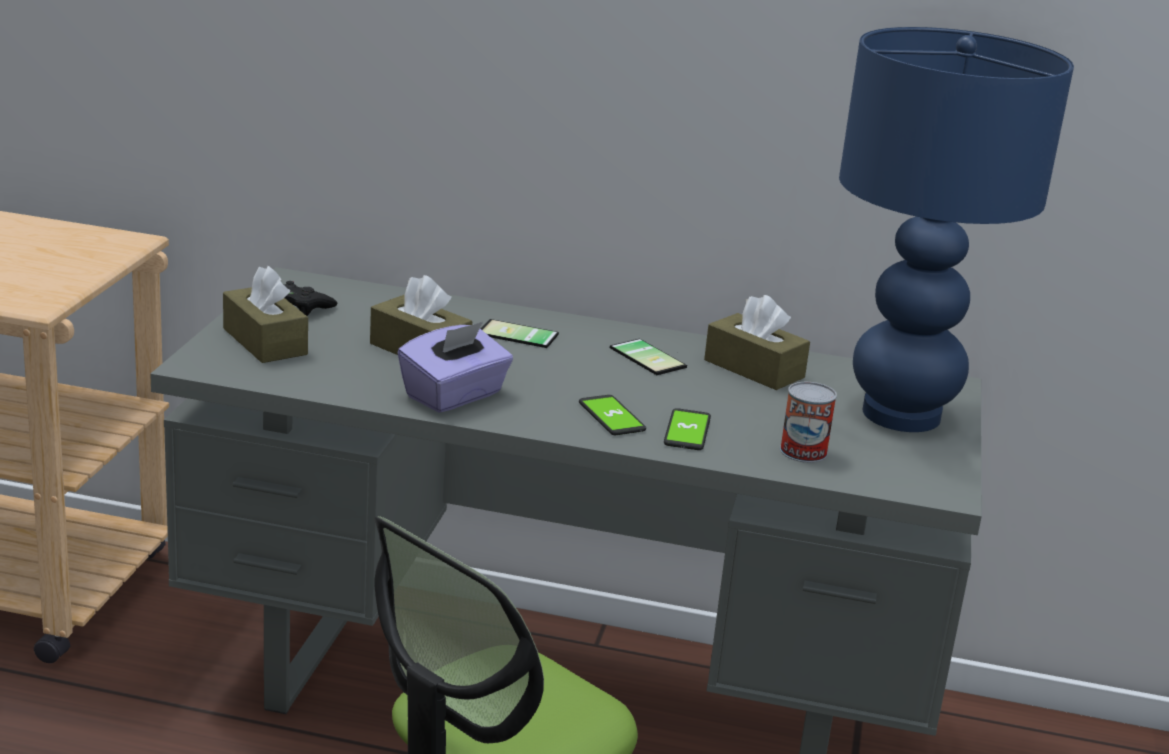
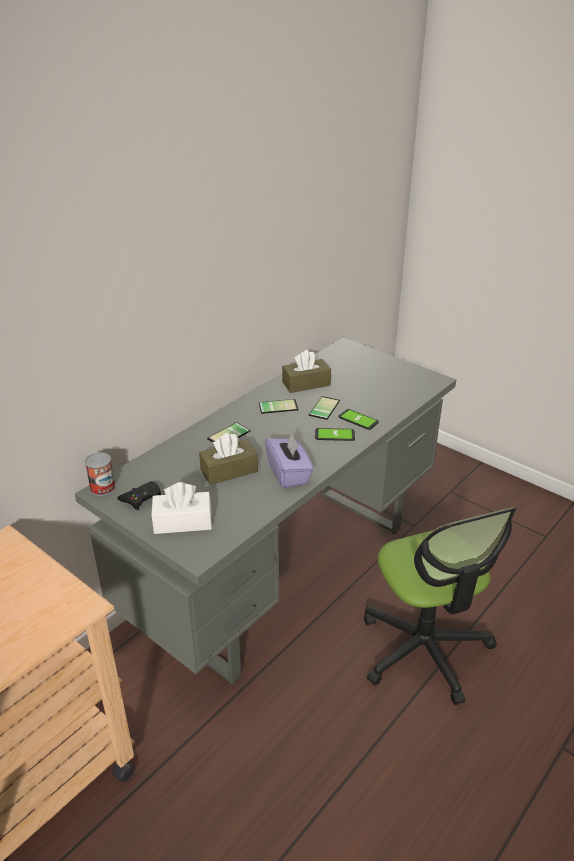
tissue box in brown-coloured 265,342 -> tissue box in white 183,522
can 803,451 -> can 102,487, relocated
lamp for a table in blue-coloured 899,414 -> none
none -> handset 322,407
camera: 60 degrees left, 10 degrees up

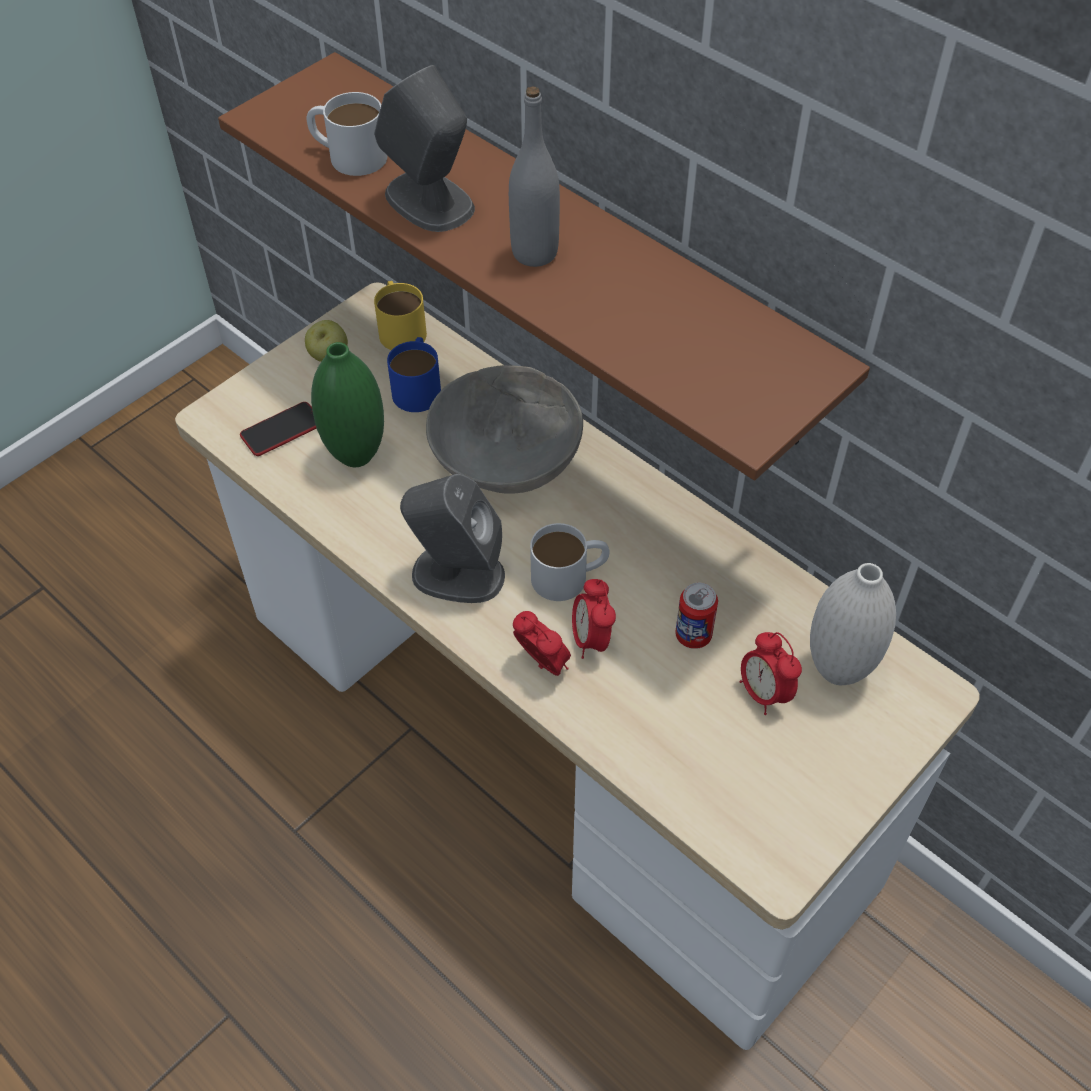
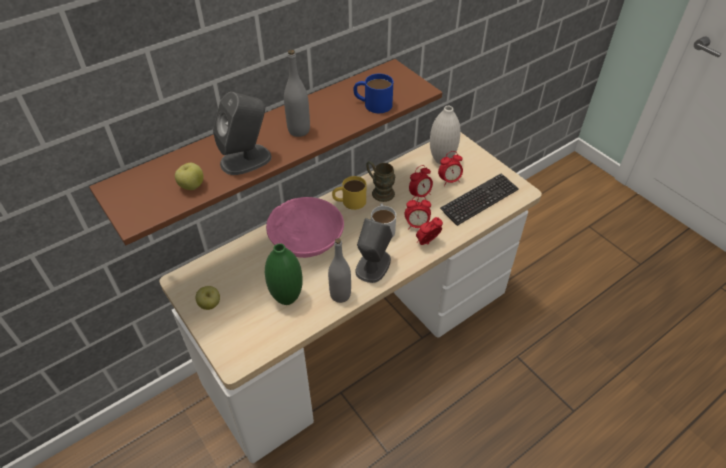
handset 281,430 -> none
tea mug in white 348,155 -> whole apple 192,186
tea mug in yellow-coloured 400,328 -> tea mug in yellow-coloured 349,201, relocated
tea mug in blue-coloured 418,386 -> tea mug in blue-coloured 372,104, relocated
bowl in gray 505,455 -> bowl in pink 306,240
can 693,635 -> bedside clock 420,195
none -> bottle in gray 340,295
none -> tea mug in brown-coloured 379,191
none -> computer keyboard 479,200
camera: 80 degrees left, 5 degrees down

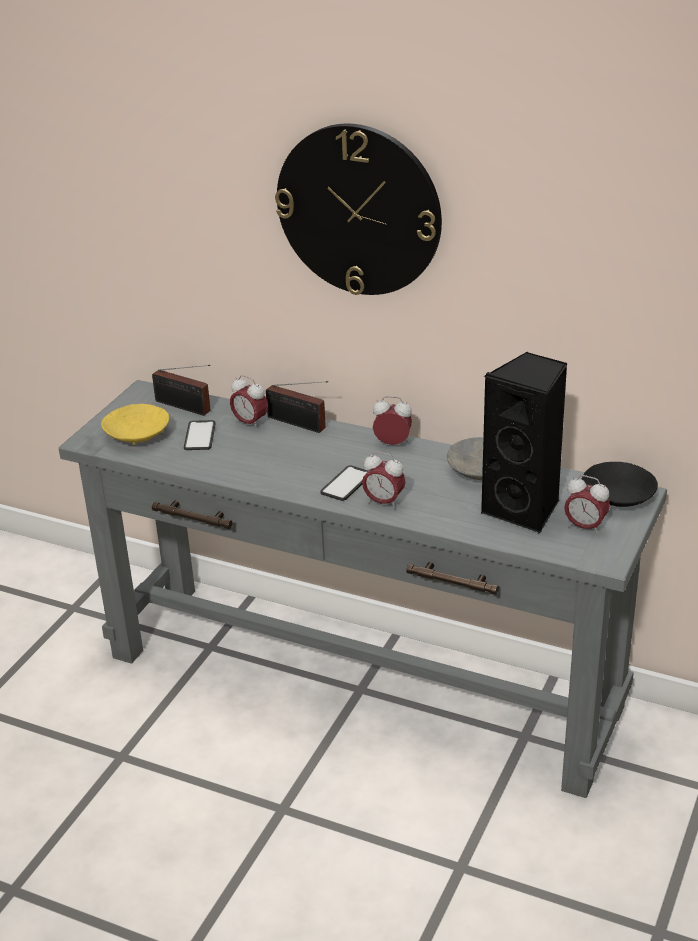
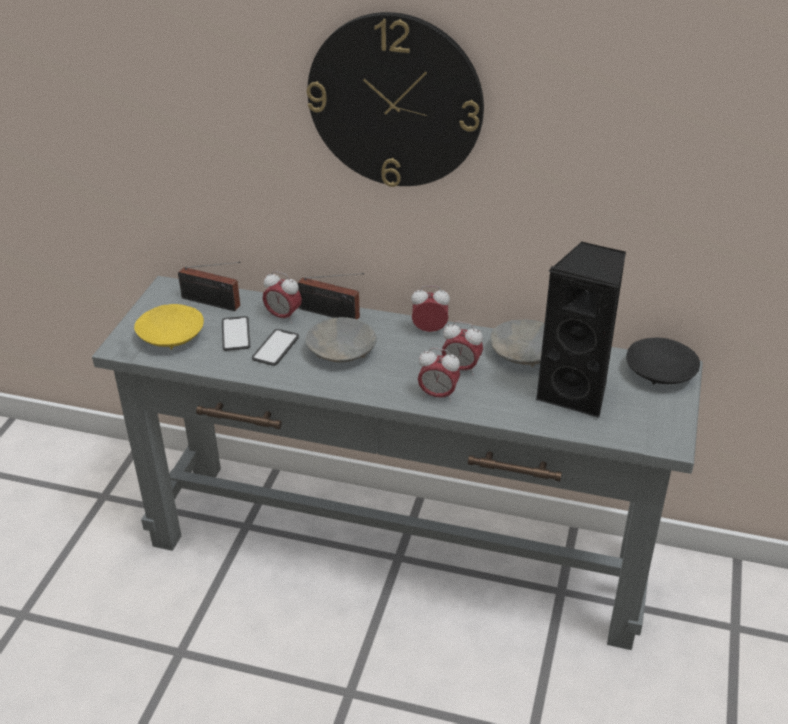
handset 346,484 -> handset 275,348, relocated
bedside clock 585,527 -> bedside clock 461,368, relocated
none -> bowl in gray 341,352
camera: 10 degrees left, 5 degrees up

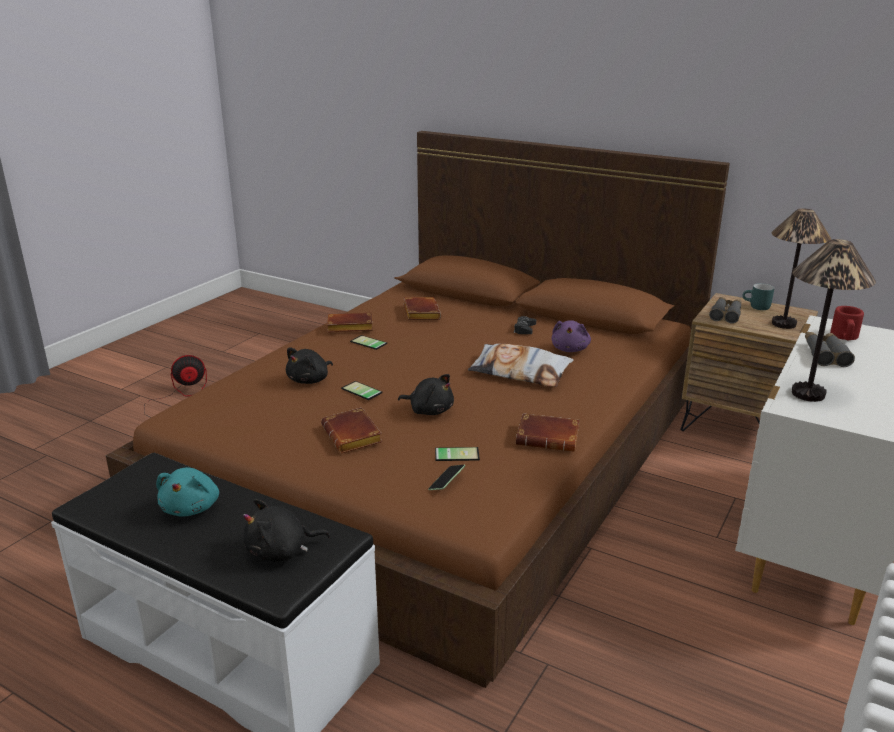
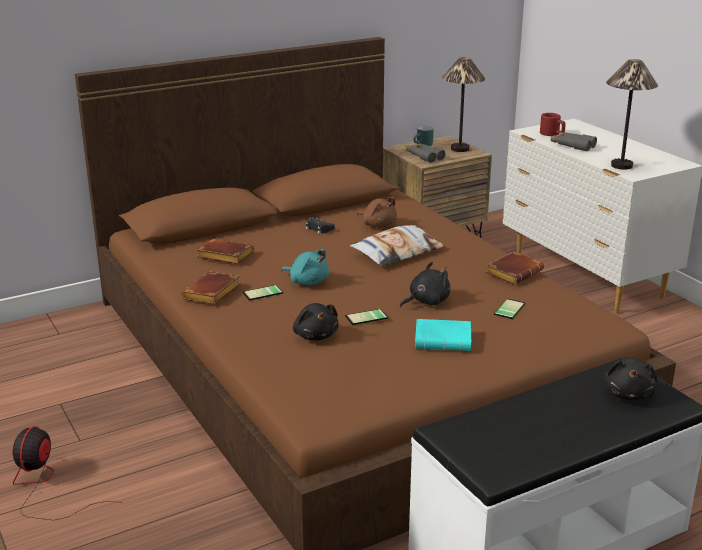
cuddly toy in blue-green 192,507 -> cuddly toy in blue-green 307,281, relocated
volume in brown-coloured 354,436 -> volume in blue-green 444,340
handset 446,483 -> none
cuddly toy in purplish 570,349 -> cuddly toy in brown-coloured 378,225
camera: 60 degrees left, 0 degrees up

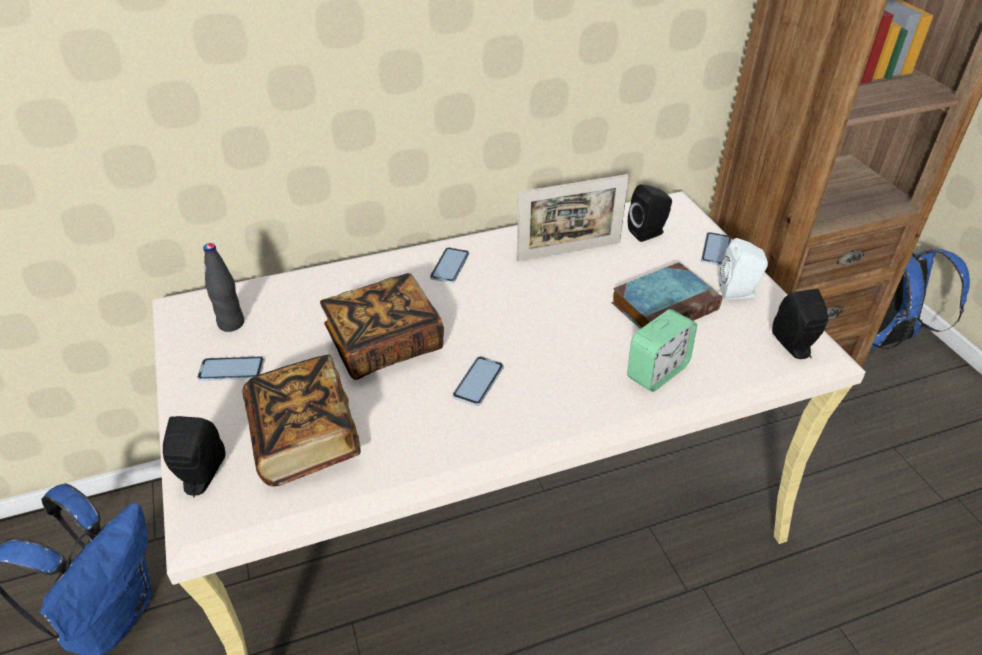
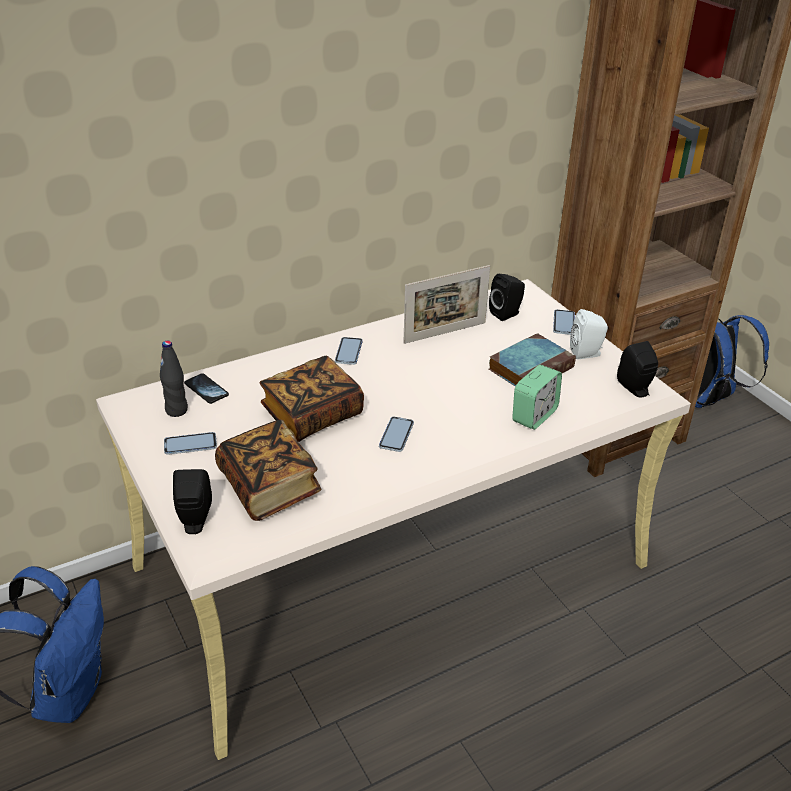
none -> handset 206,389
camera: 10 degrees left, 5 degrees down

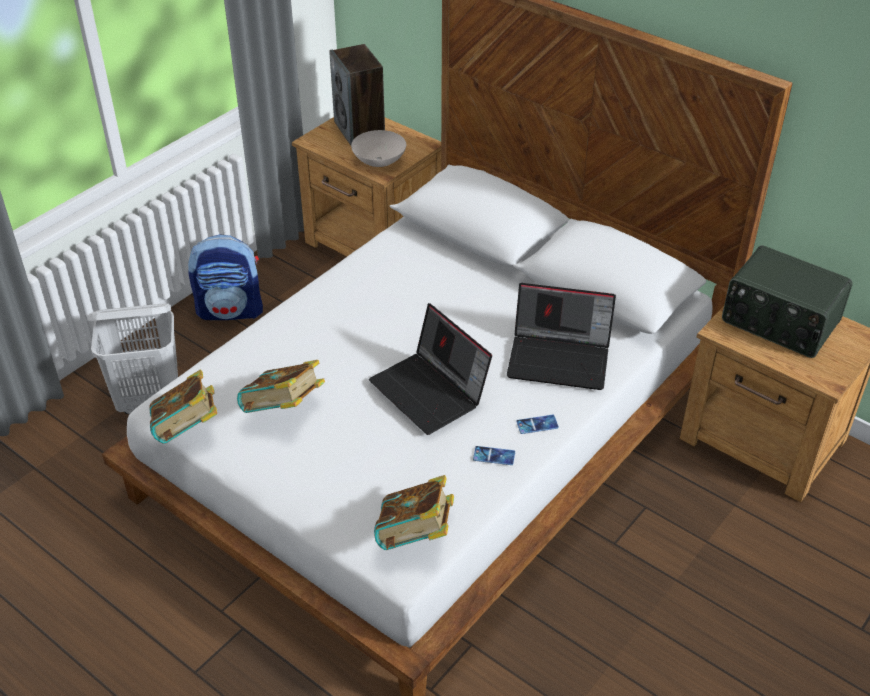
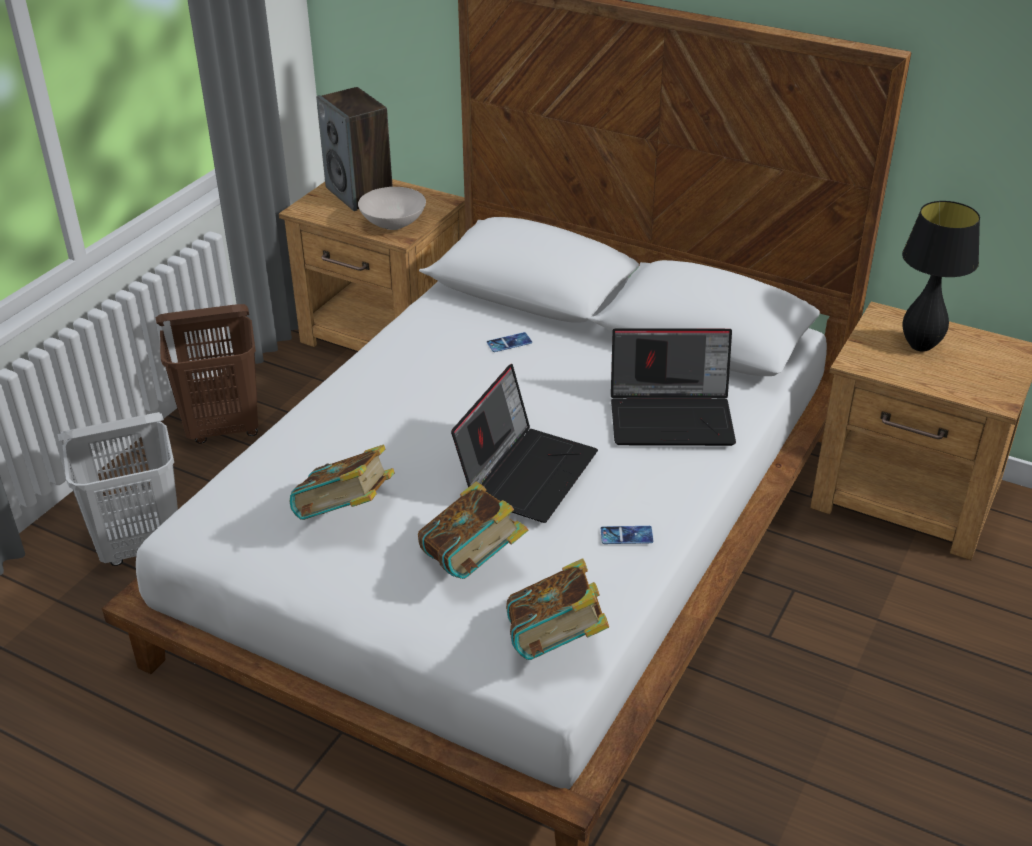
volume 187,430 -> volume 472,563, relocated
knapsack 231,310 -> laundry basket in brown-coloured 224,429
notebook computer 431,392 -> notebook computer 526,472, 105 degrees counterclockwise
handset 537,424 -> handset 509,343, relocated
radio 779,323 -> lamp for a table in black-coloured 920,346
camera: 10 degrees left, 5 degrees down

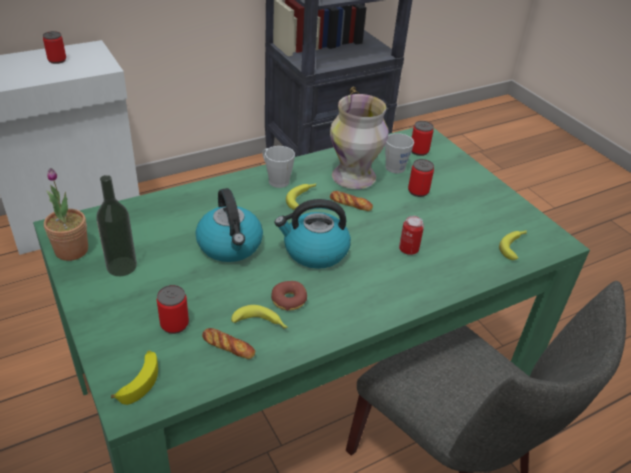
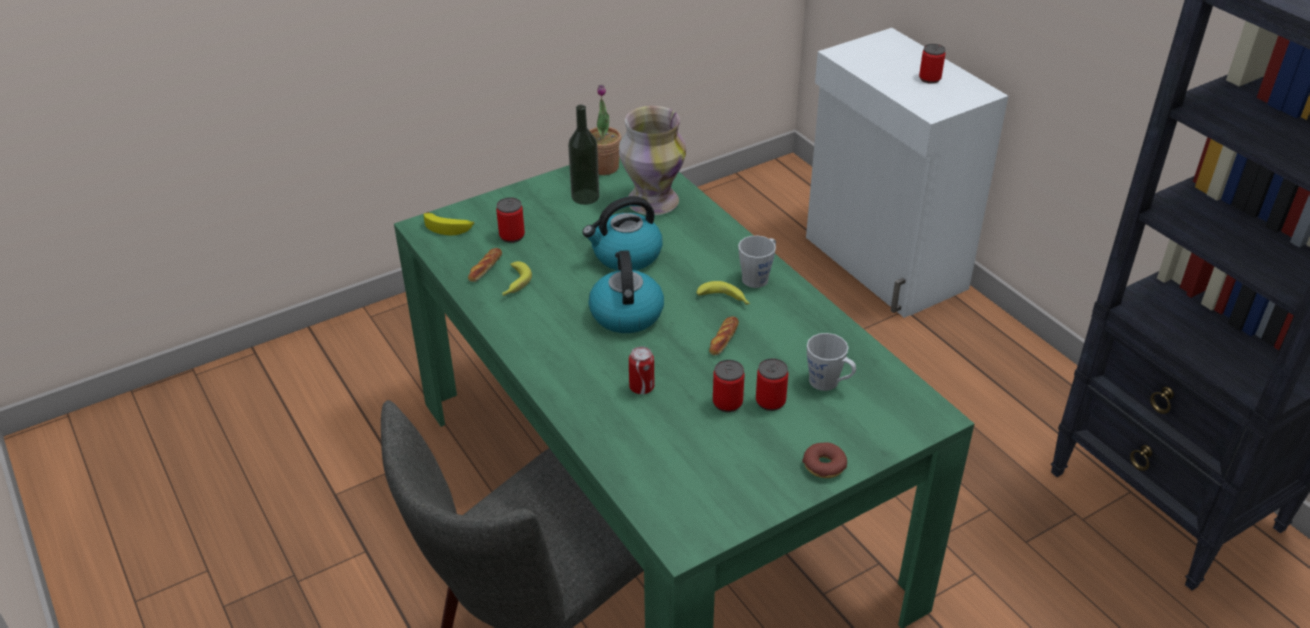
ring doughnut 289,300 -> ring doughnut 824,465, relocated
vase 353,178 -> vase 651,202, relocated
can 419,151 -> can 727,402, relocated
banana 514,246 -> none
camera: 90 degrees right, 0 degrees up

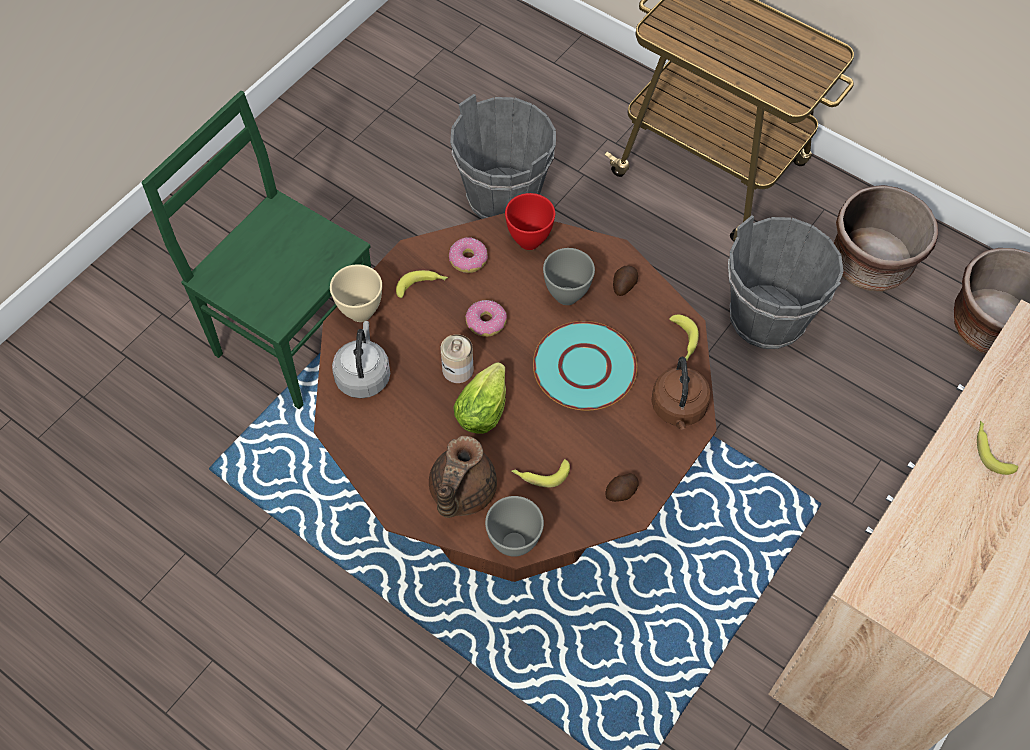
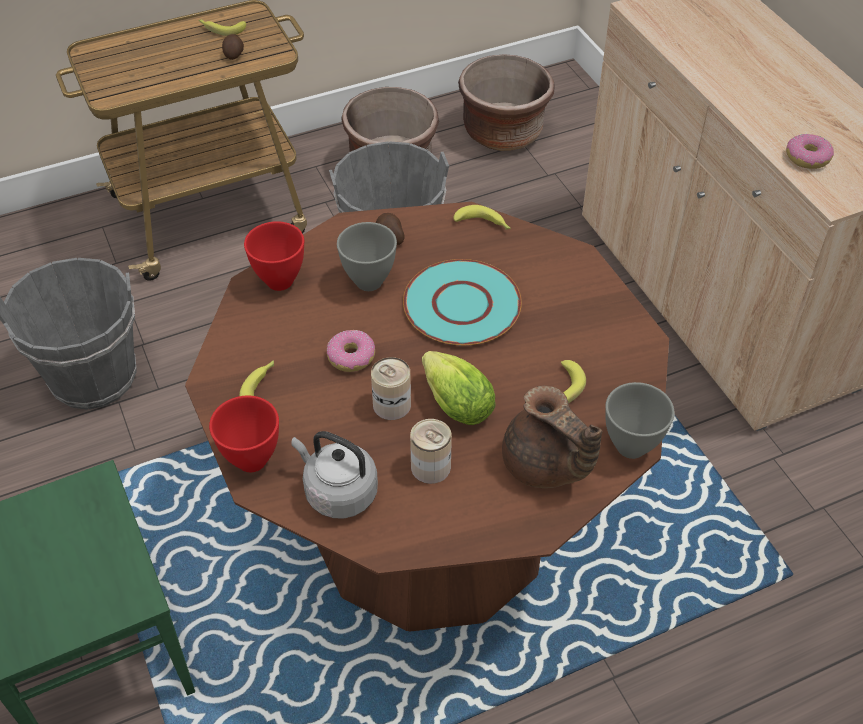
bowl in beige-coloured 359,313 -> bowl in red-coloured 251,461
ring doughnut 468,260 -> ring doughnut 807,158, relocated
spud 622,492 -> spud 234,54, relocated
tea kettle in brown-coloured 678,409 -> none
banana 991,450 -> banana 221,29, relocated
none -> can 430,467
camera: 60 degrees left, 10 degrees down

